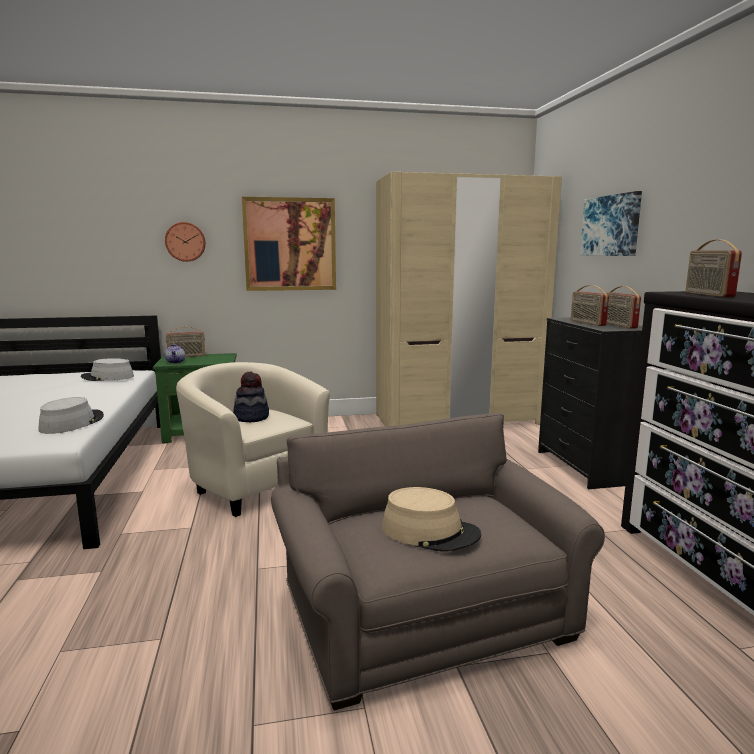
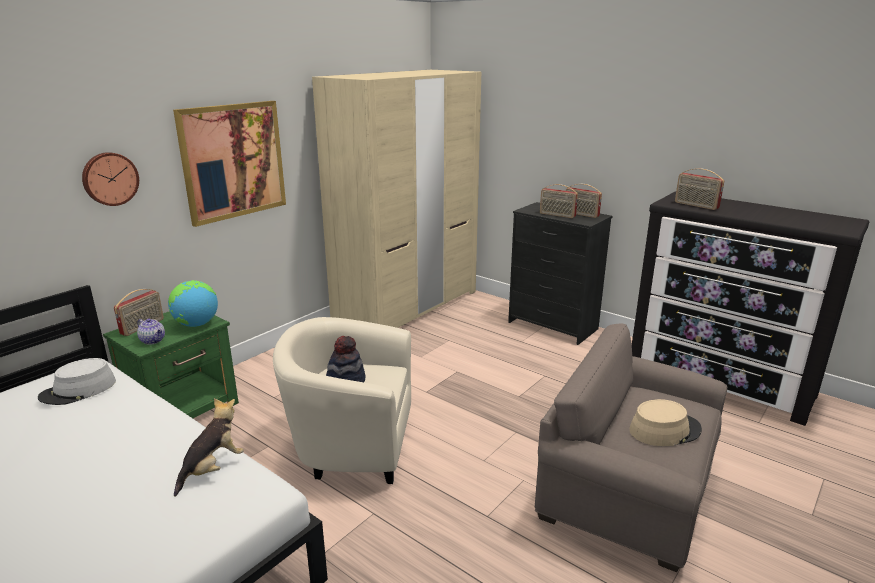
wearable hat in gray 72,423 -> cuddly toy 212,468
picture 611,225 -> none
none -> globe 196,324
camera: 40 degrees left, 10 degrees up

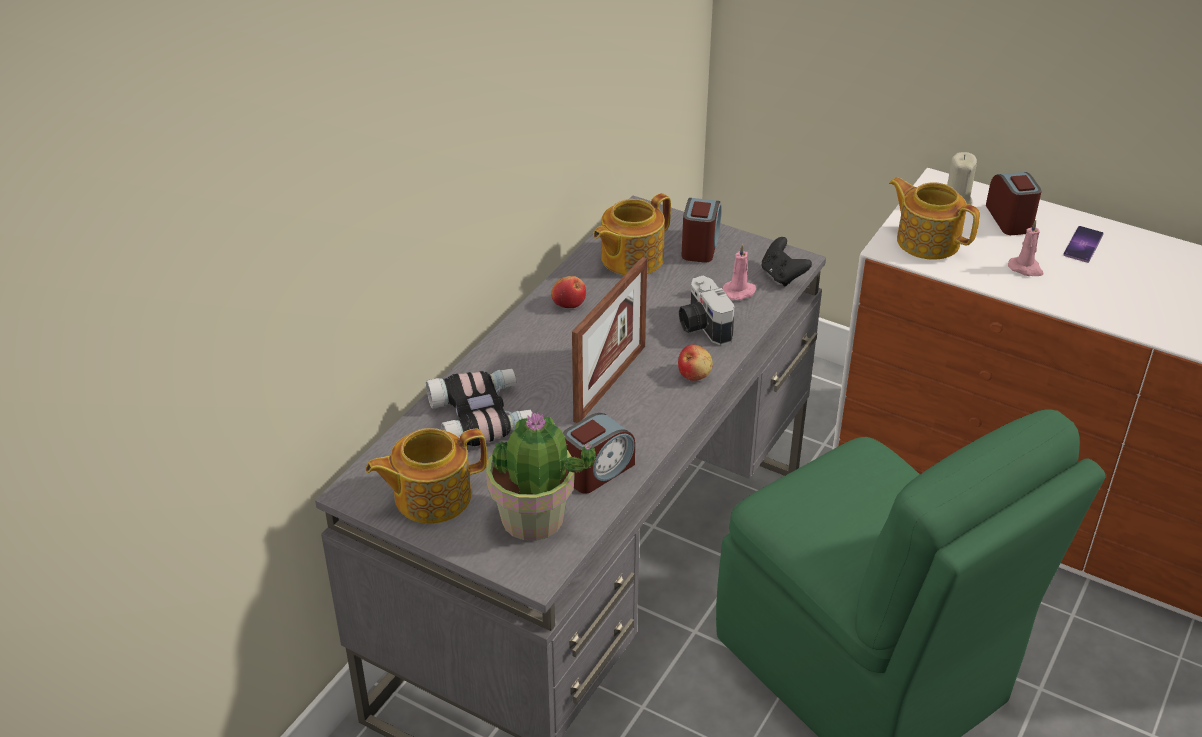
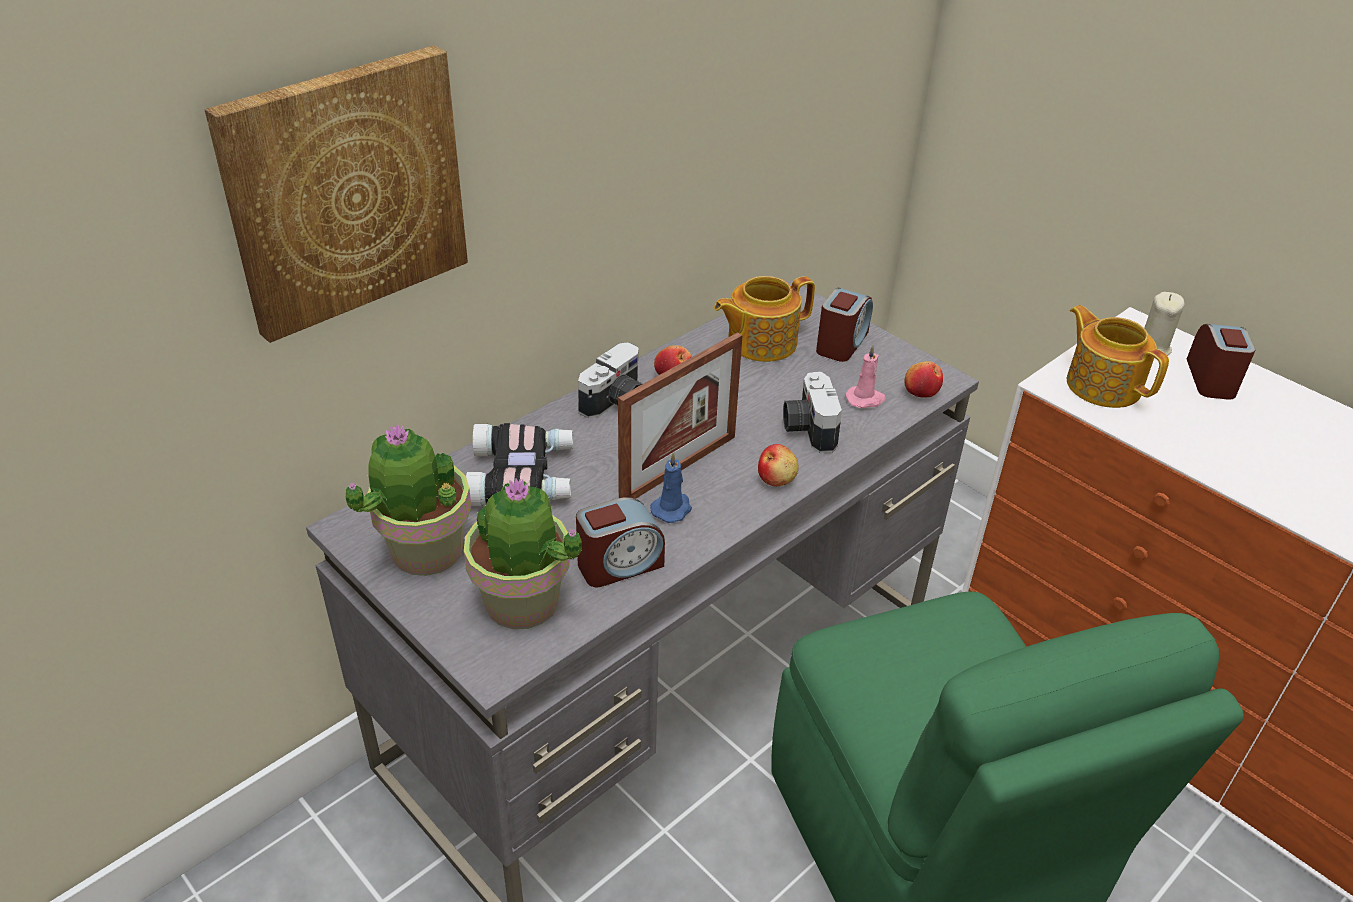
pot for tea 430,496 -> houseplant 425,551
game controller in black-coloured 782,276 -> whole apple 920,392
candle in pink 1026,268 -> none
handset 1083,244 -> none
none -> picture 345,191
none -> photo camera 617,402
none -> candle in blue-coloured 672,508
camera: 15 degrees right, 0 degrees up

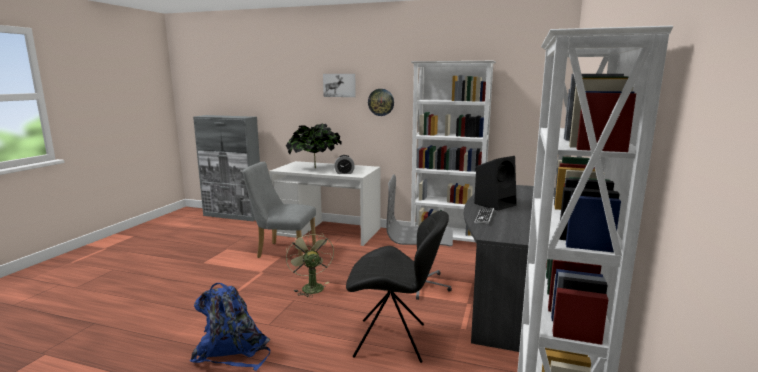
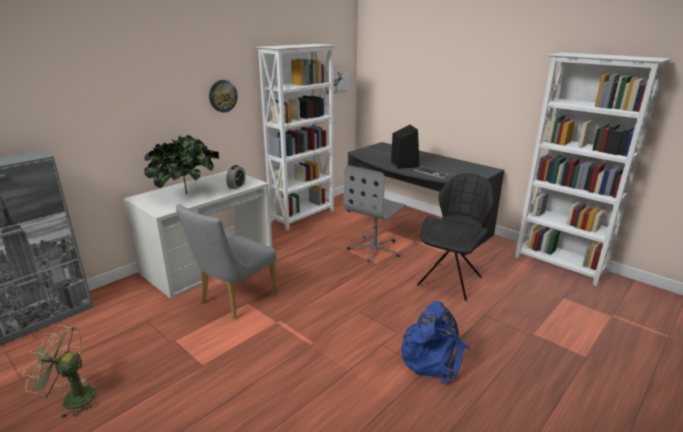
cooling fan in green-coloured 310,287 -> cooling fan in green-coloured 71,398, relocated
picture 339,85 -> picture 336,81, relocated
camera: 65 degrees left, 10 degrees up

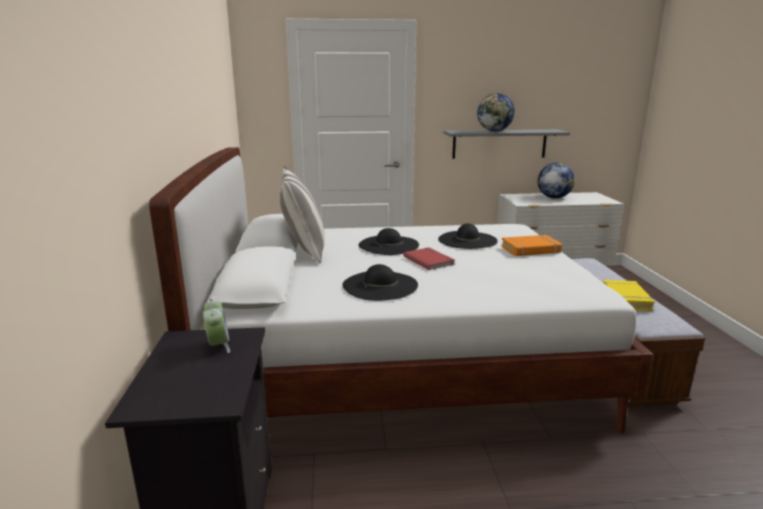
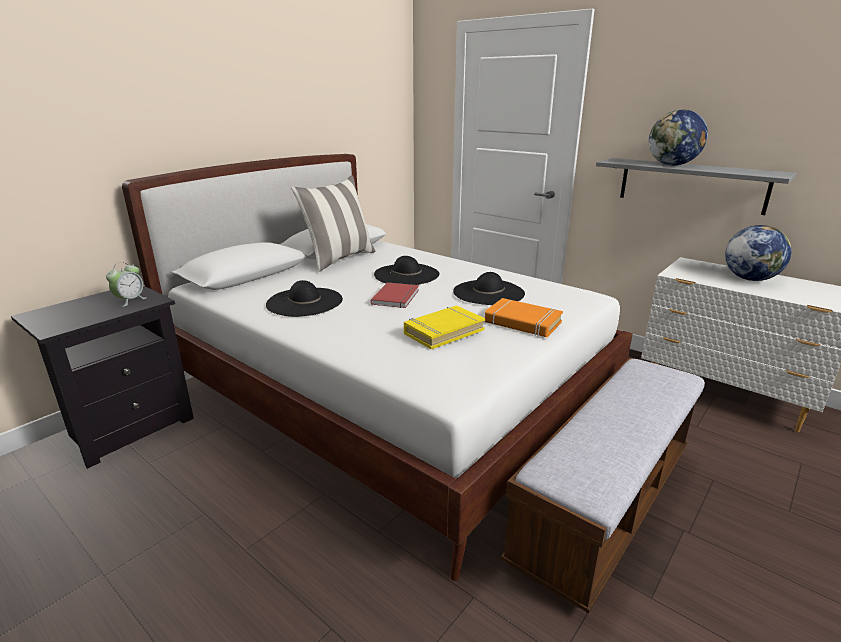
volume in yellow-coloured 625,299 -> volume in yellow-coloured 443,331, relocated
camera: 45 degrees right, 5 degrees up

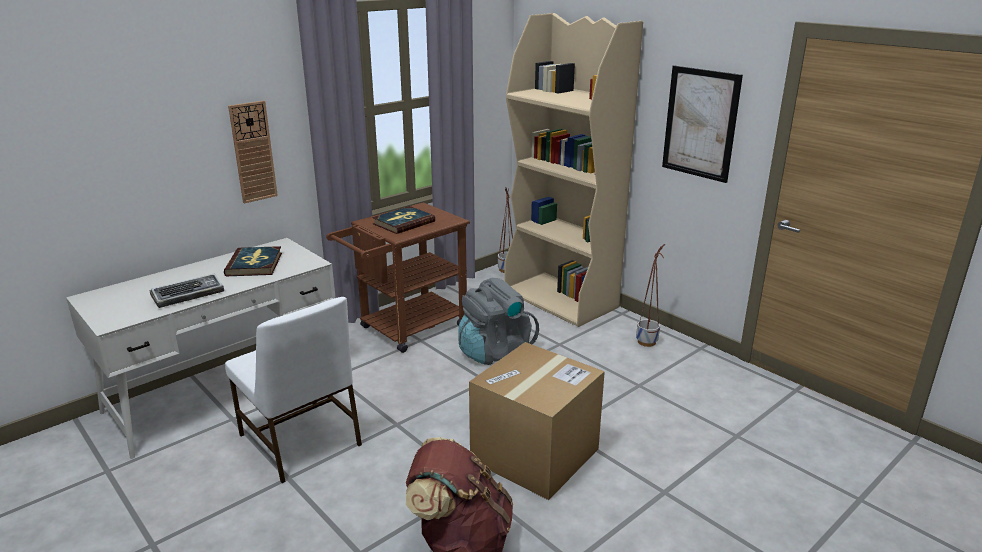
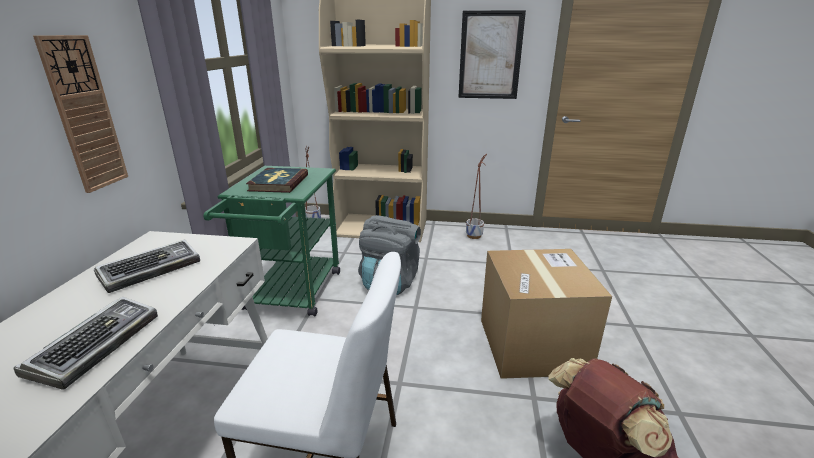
volume 255,264 -> computer keyboard 152,270
cart in brown-coloured 406,329 -> cart in green-coloured 291,295
camera: 40 degrees left, 0 degrees up

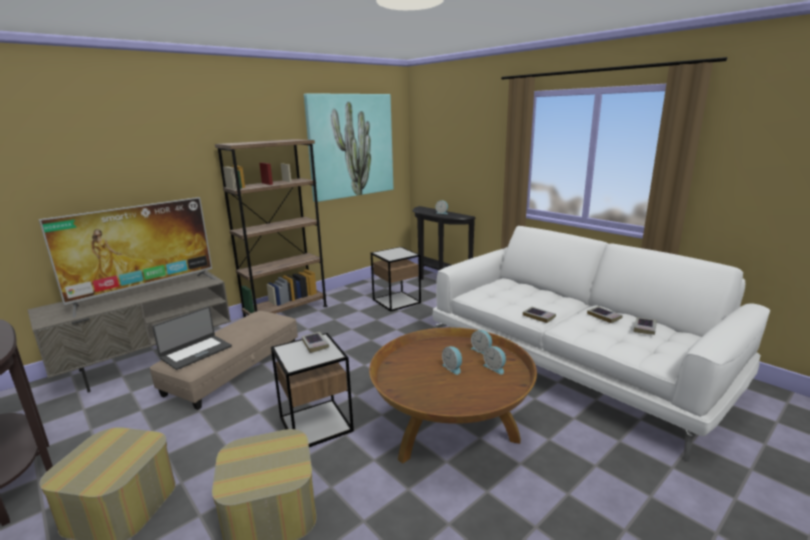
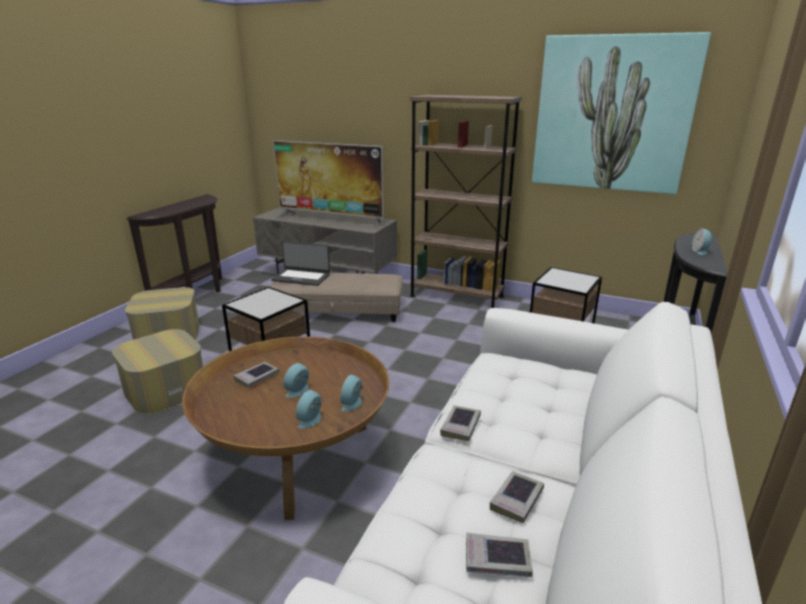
volume 315,344 -> volume 257,377, relocated
camera: 65 degrees right, 5 degrees up

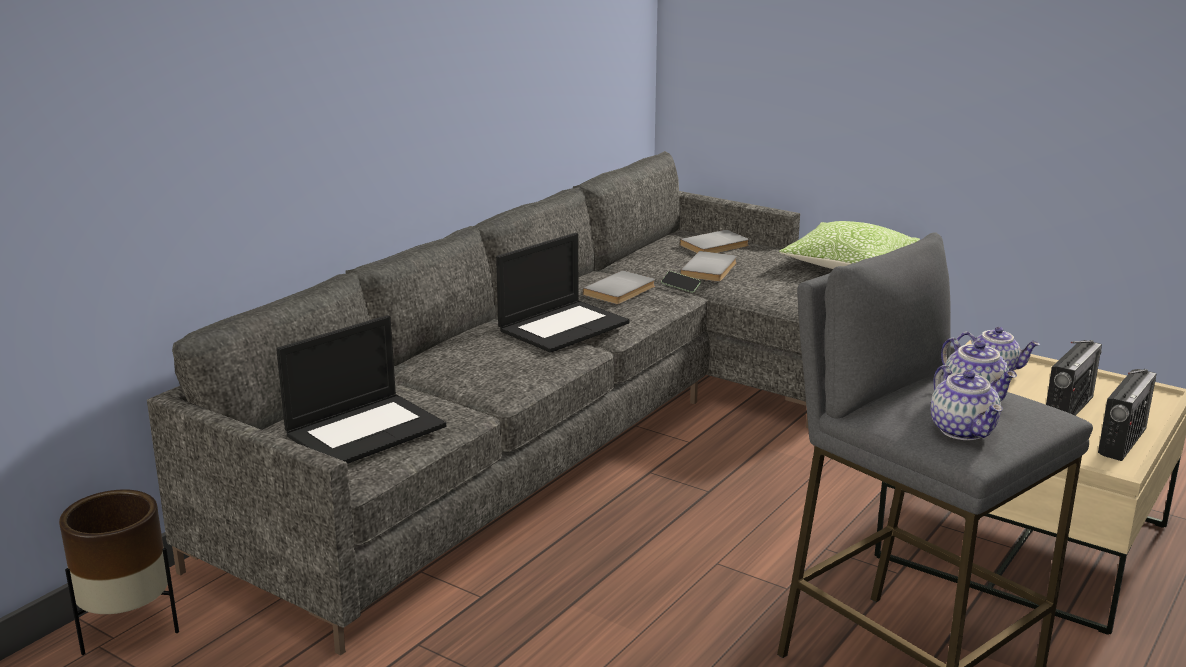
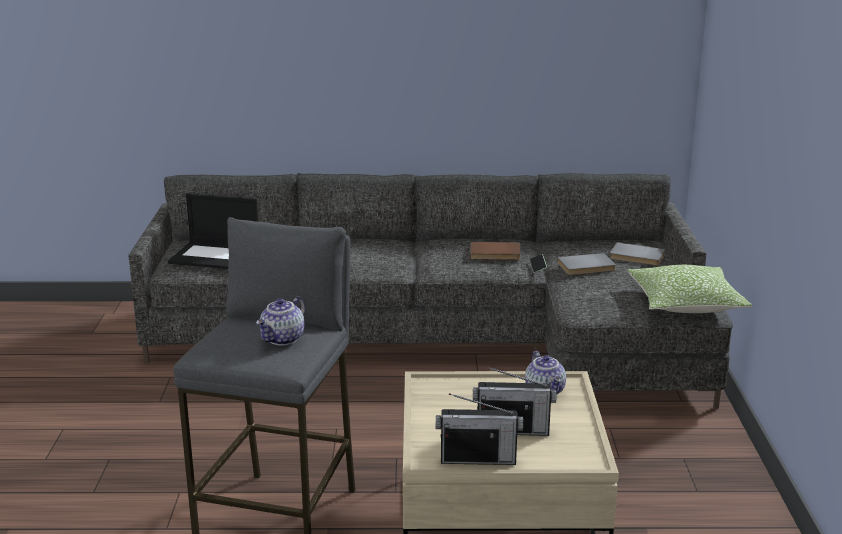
planter in brown-coloured 129,628 -> none
notebook computer 564,326 -> none
volume in gray 621,291 -> volume in brown-coloured 495,254
pot for tea 963,430 -> none
camera: 55 degrees right, 0 degrees up

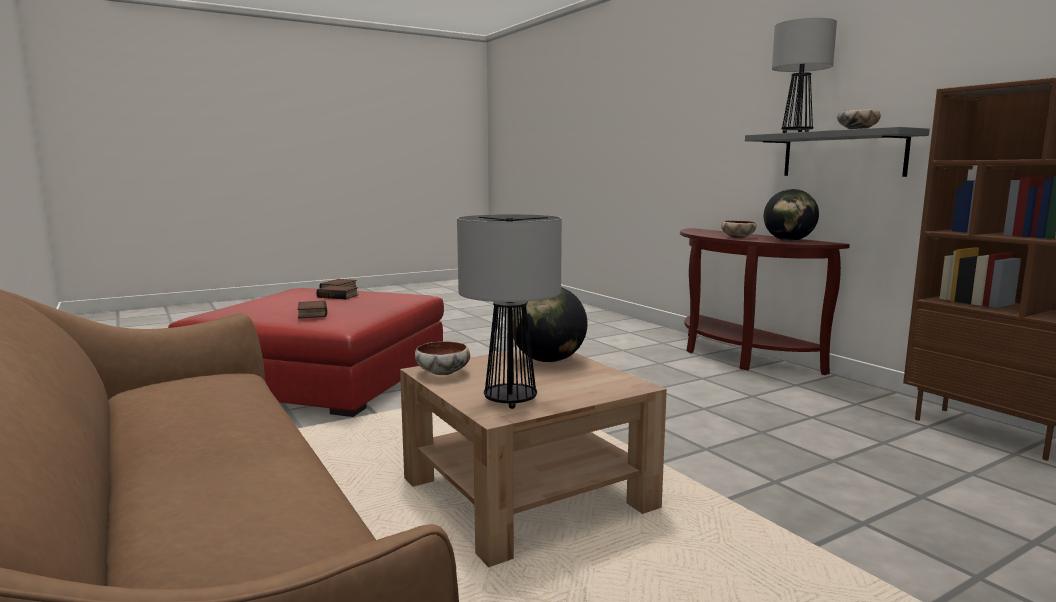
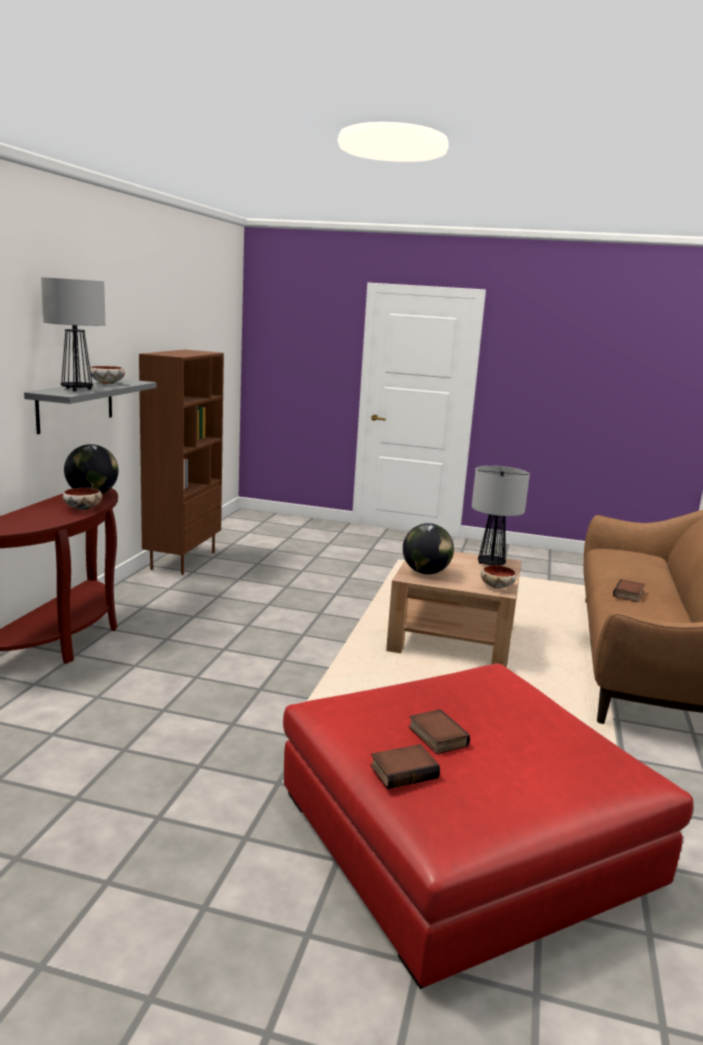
volume 311,313 -> volume 629,594, relocated
camera: 135 degrees left, 5 degrees up

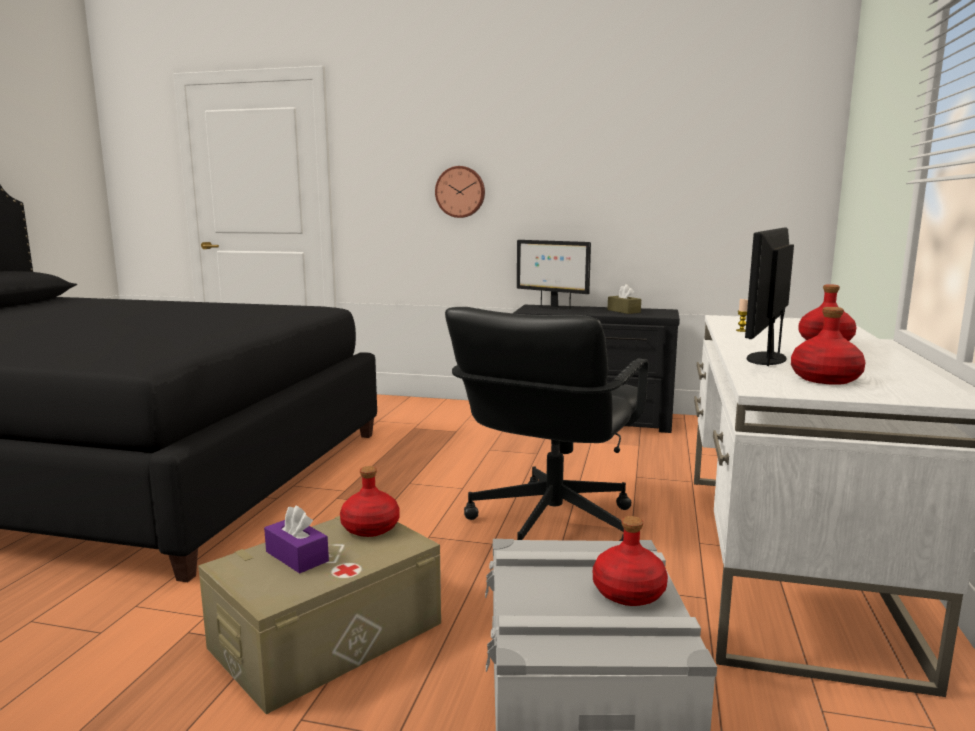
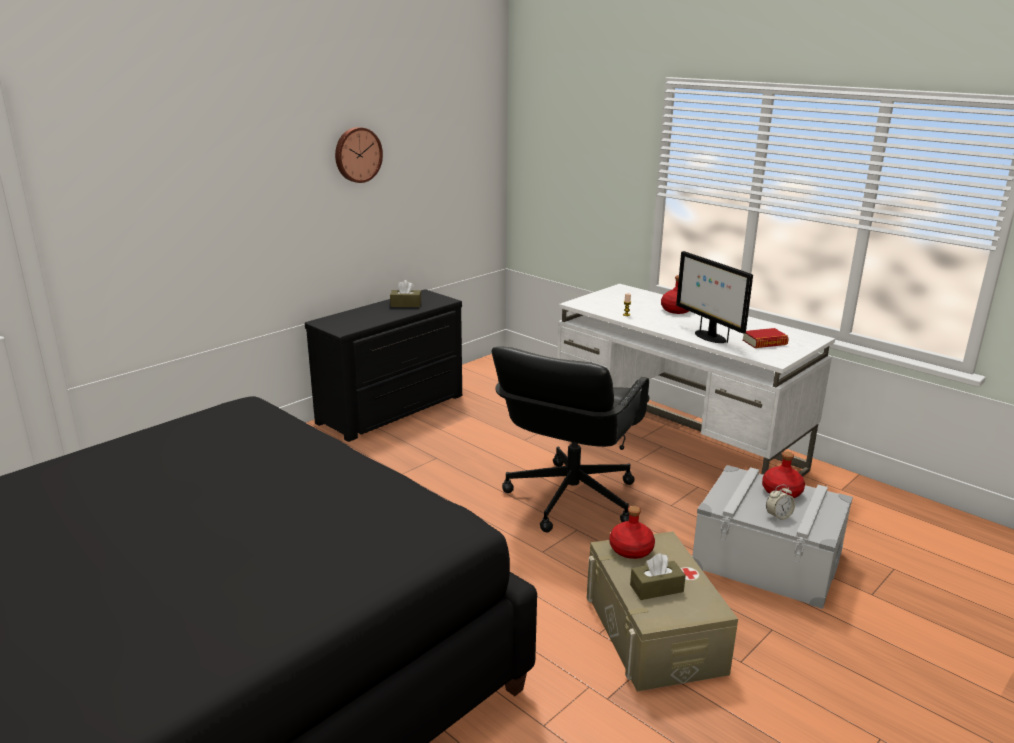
tissue box in purplish 297,556 -> tissue box in brown-coloured 656,588
clock on the wall 460,192 -> clock on the wall 357,154, relocated
desk chair in black-coloured 551,525 -> desk chair in black-coloured 570,498, 60 degrees clockwise
computer display 552,307 -> none
bottle in red-coloured 826,379 -> volume 764,342
none -> bedside clock 778,516
camera: 60 degrees left, 10 degrees up

